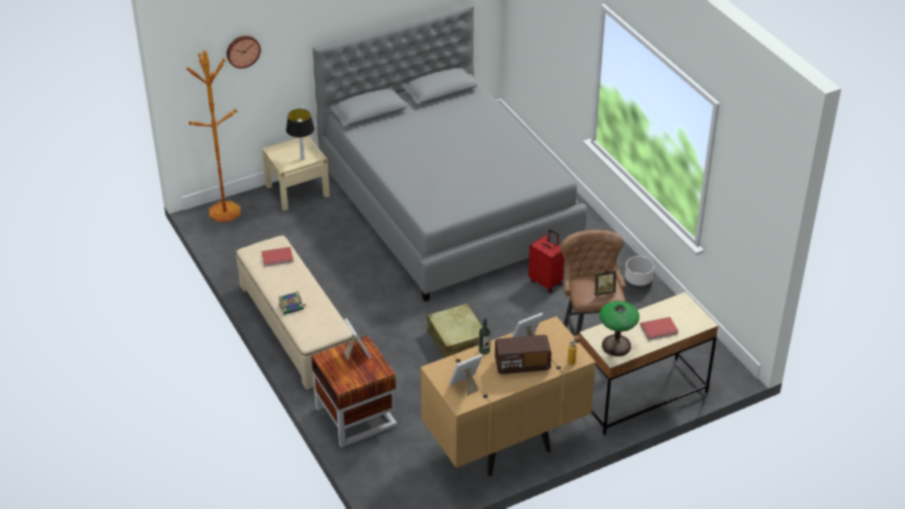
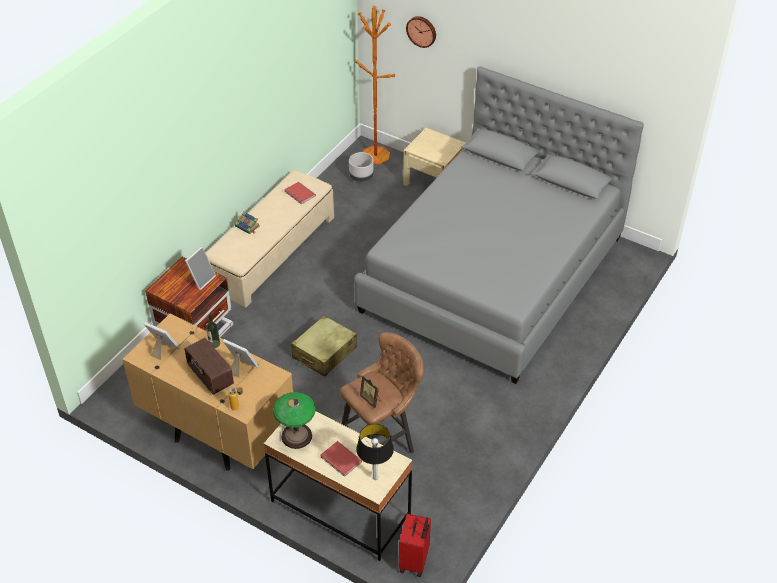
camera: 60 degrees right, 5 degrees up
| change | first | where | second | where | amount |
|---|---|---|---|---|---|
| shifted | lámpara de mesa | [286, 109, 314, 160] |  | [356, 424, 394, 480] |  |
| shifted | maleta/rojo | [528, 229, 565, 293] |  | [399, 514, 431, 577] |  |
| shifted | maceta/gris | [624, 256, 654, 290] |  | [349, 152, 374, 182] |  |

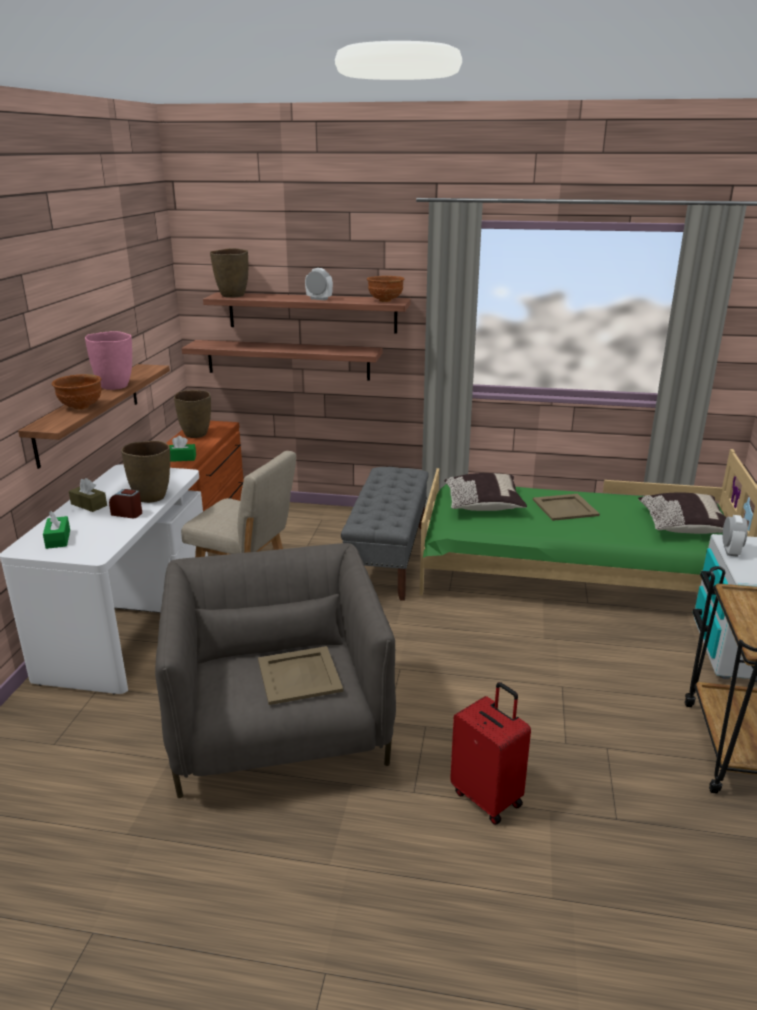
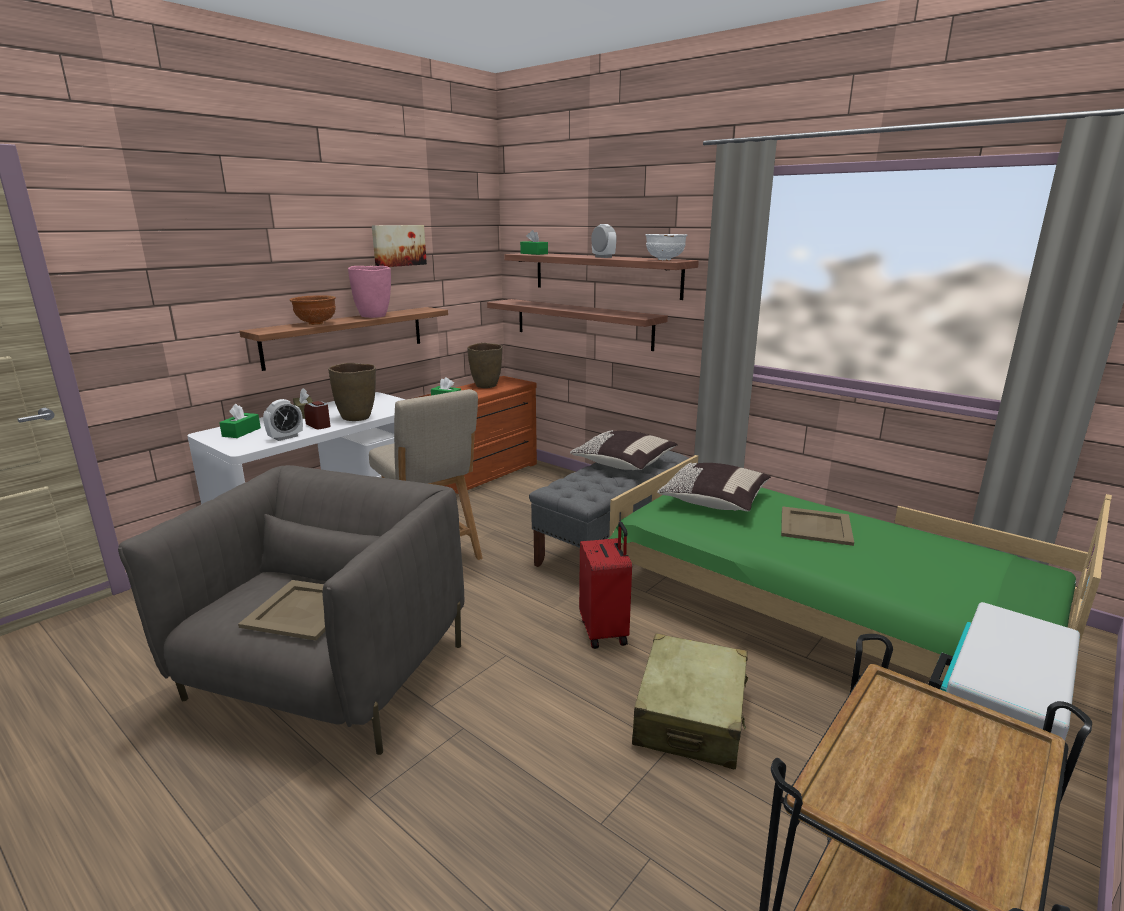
camera: 30 degrees right, 5 degrees down
| change | first | where | second | where | amount |
|---|---|---|---|---|---|
| new |  |  | cuadro | [372, 225, 427, 267] |  |
| new |  |  | maleta/beis | [632, 634, 748, 769] |  |
| shifted | maleta/rojo | [450, 682, 531, 825] |  | [579, 522, 632, 649] |  |
| shifted | cojín | [638, 492, 726, 534] |  | [570, 430, 678, 470] |  |
| shifted | despertador | [723, 515, 748, 557] |  | [263, 399, 303, 441] |  |
| swapped | florero/marrón | [210, 248, 248, 298] | caja de pañuelos/verde | [520, 230, 548, 255] |  |
| repainted | cuenco/marrón | [367, 276, 404, 302] | cuenco/blanco | [645, 234, 687, 260] |  |

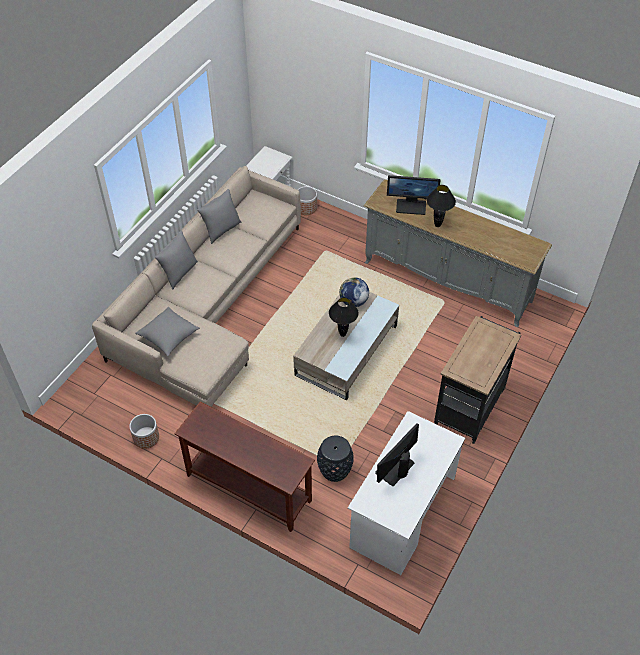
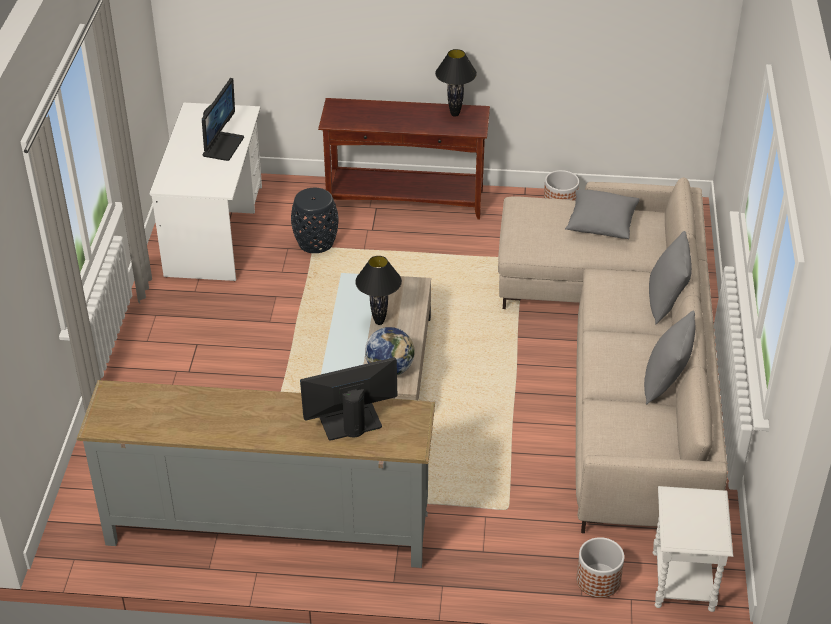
camera: 155 degrees right, 10 degrees down
| change | first | where | second | where | amount |
|---|---|---|---|---|---|
| gone | carrito/negro | [434, 316, 521, 444] |  |  |  |
| shifted | lámpara de mesa/negro | [427, 185, 456, 227] |  | [435, 49, 477, 117] |  |

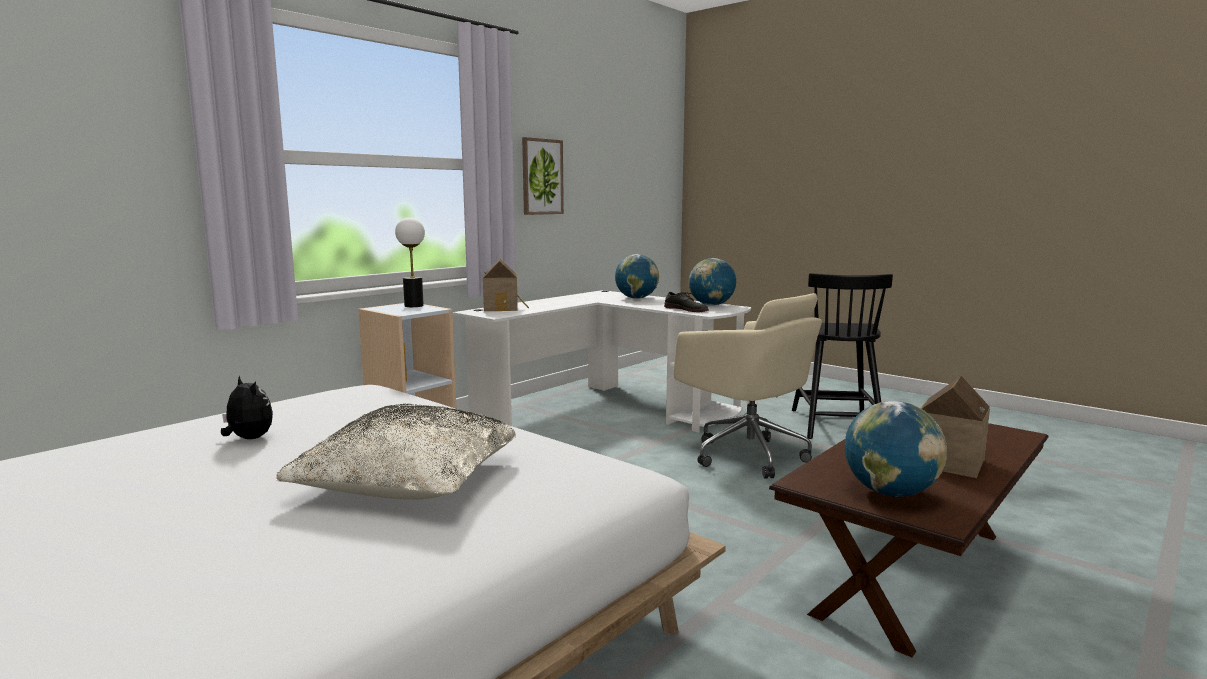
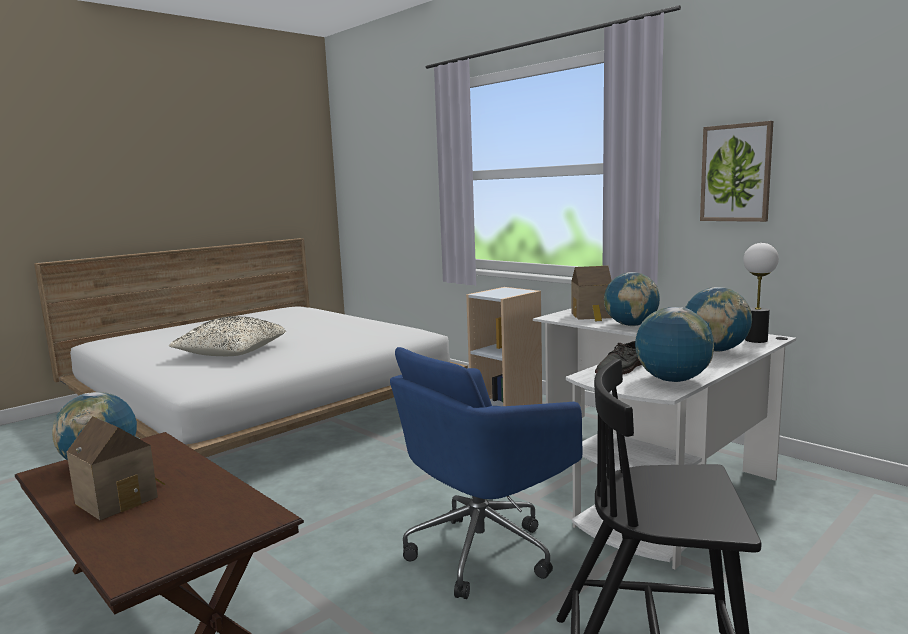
camera: 95 degrees right, 0 degrees up
| change | first | where | second | where | amount |
|---|---|---|---|---|---|
| gone | peluche | [221, 375, 273, 439] |  |  |  |
| new |  |  | globo terráqueo | [604, 272, 660, 326] |  |
| shifted | lámpara de mesa | [395, 217, 425, 307] |  | [743, 243, 779, 343] |  |
| repainted | silla de oficina/beis | [674, 293, 822, 479] | silla de oficina/azul | [390, 347, 582, 599] |  |

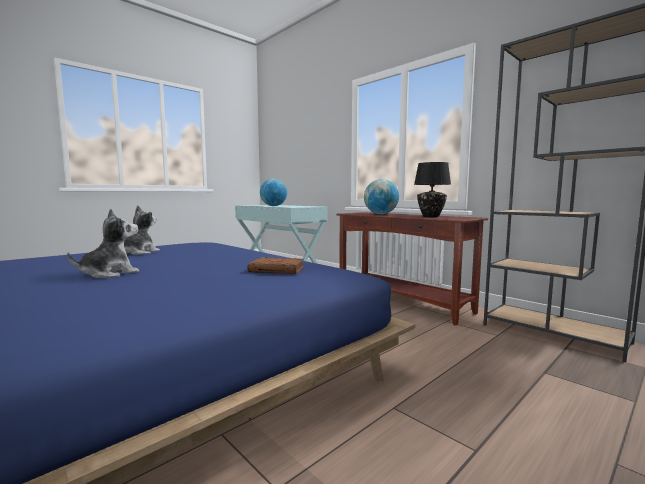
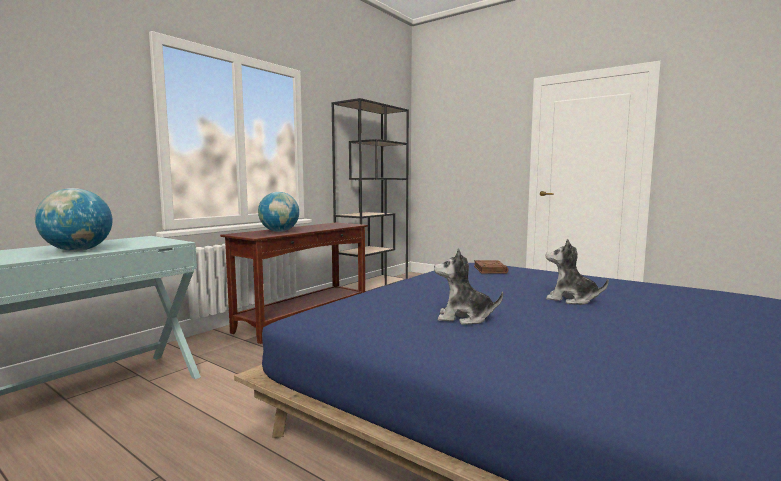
camera: 100 degrees left, 0 degrees up
| change | first | where | second | where | amount |
|---|---|---|---|---|---|
| gone | lámpara de mesa/negro | [414, 162, 451, 217] |  |  |  |

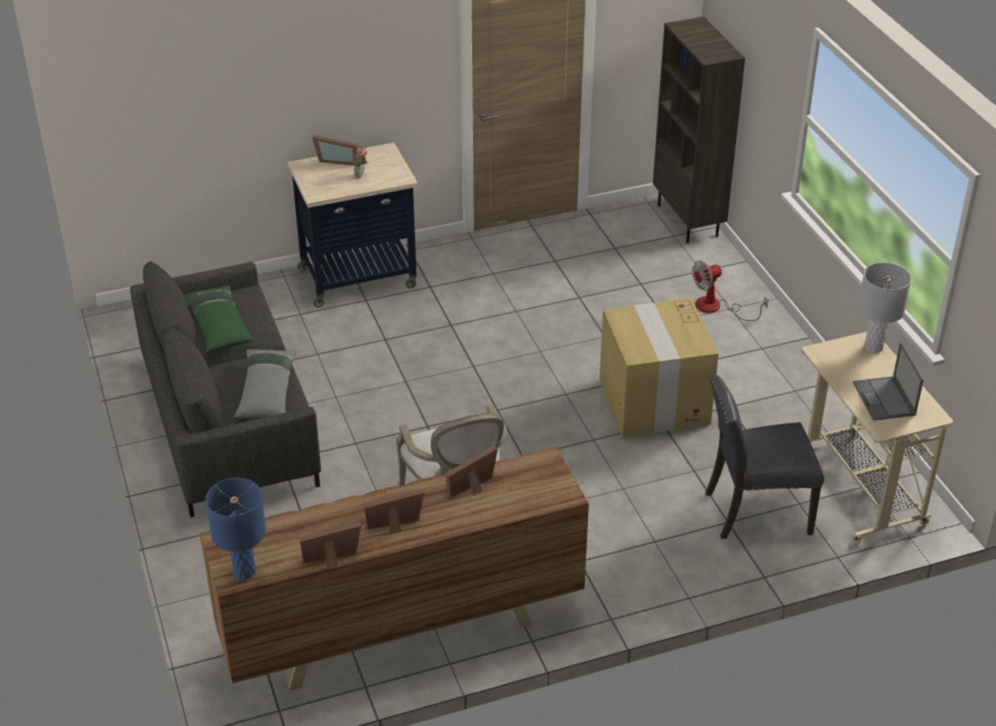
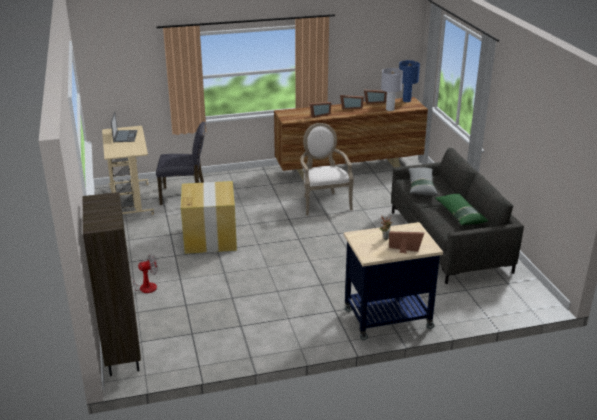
camera: 175 degrees left, 10 degrees down
| change | first | where | second | where | amount |
|---|---|---|---|---|---|
| shifted | lámpara de mesa/gris | [858, 262, 911, 353] |  | [381, 68, 403, 111] |  |

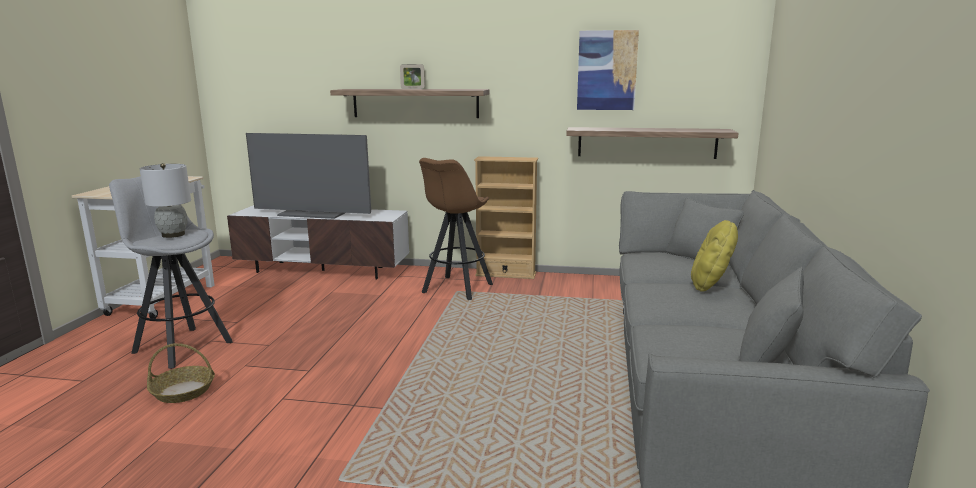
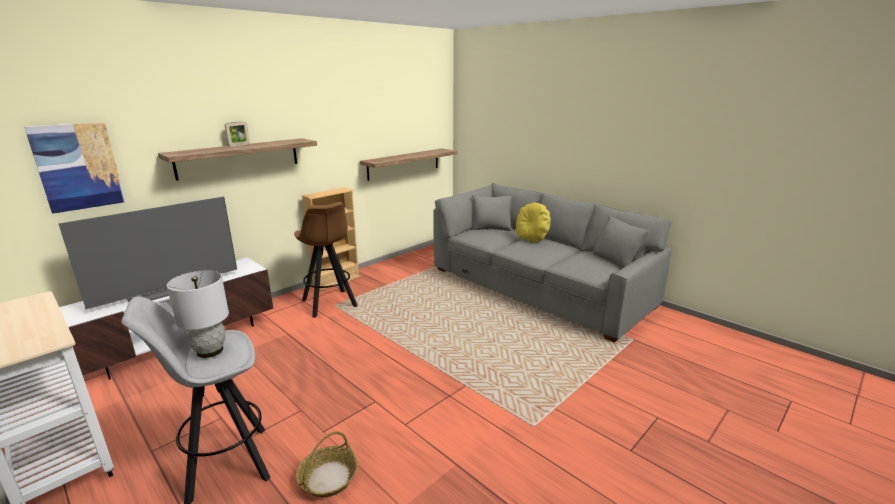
camera: 55 degrees left, 5 degrees up
| change | first | where | second | where | amount |
|---|---|---|---|---|---|
| shifted | cuadro | [577, 30, 639, 110] |  | [24, 122, 126, 214] |  |

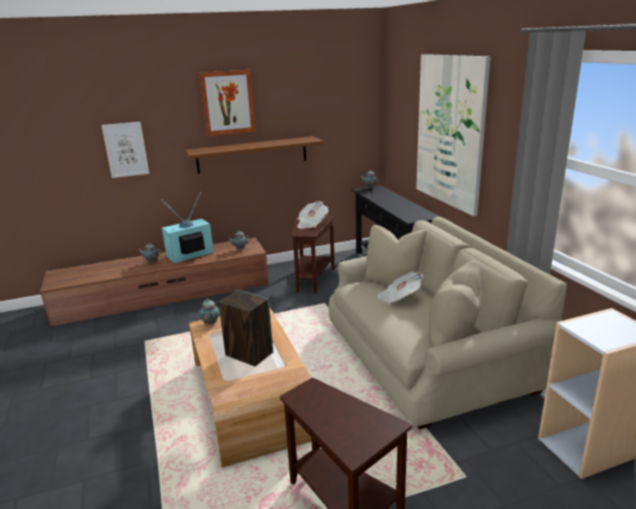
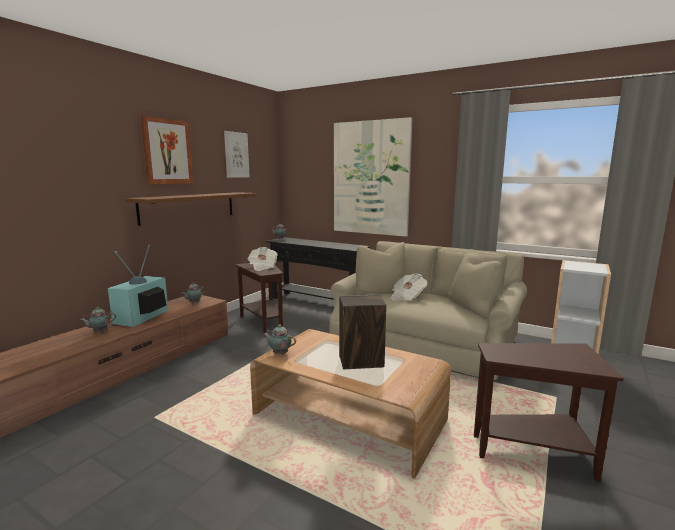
camera: 40 degrees left, 10 degrees down
| change | first | where | second | where | amount |
|---|---|---|---|---|---|
| shifted | cuadro | [101, 122, 149, 178] |  | [224, 131, 250, 178] |  |

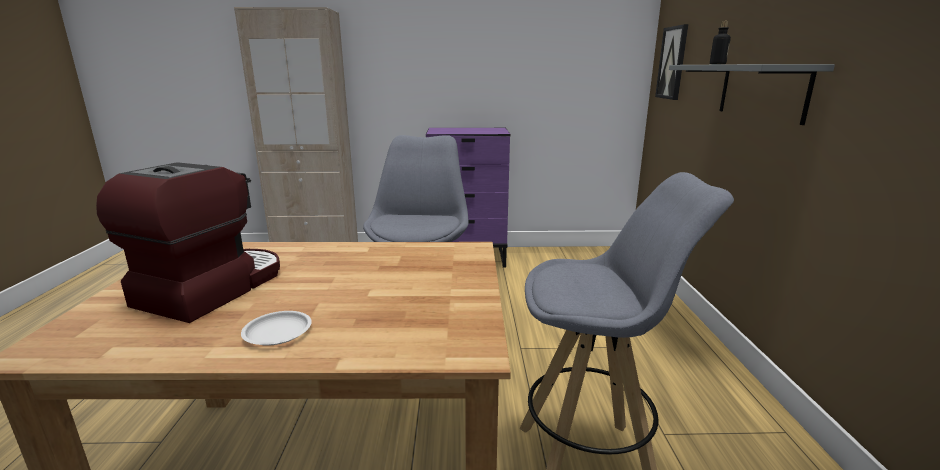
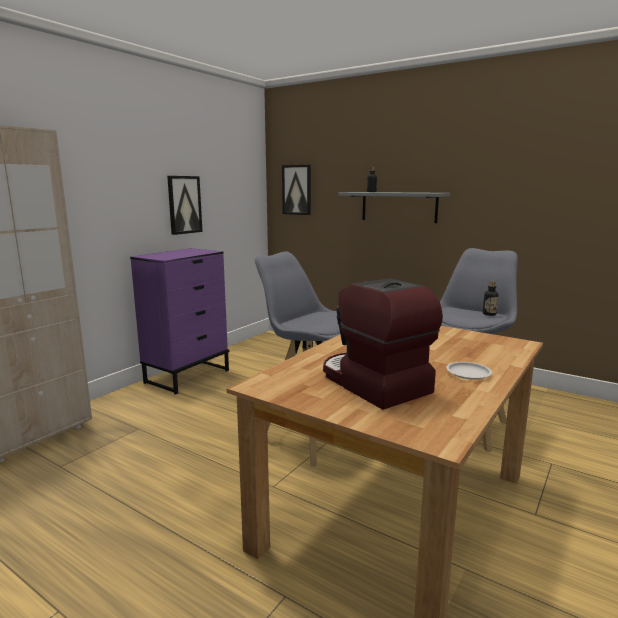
camera: 55 degrees left, 5 degrees down
| change | first | where | second | where | amount |
|---|---|---|---|---|---|
| new |  |  | cuadro | [167, 176, 203, 235] |  |
| new |  |  | botella | [483, 281, 498, 316] |  |

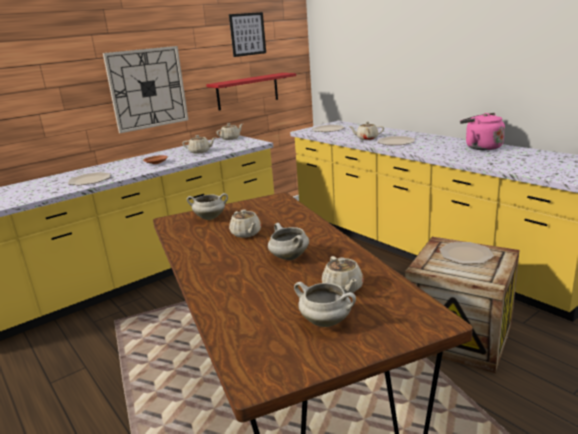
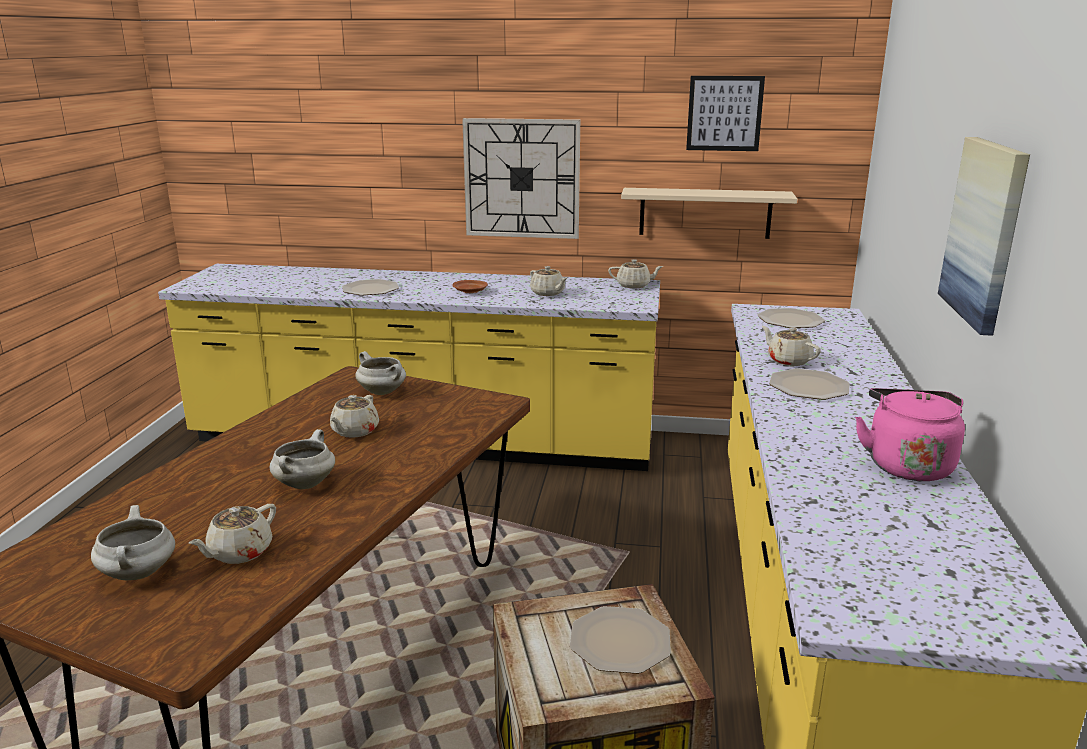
camera: 45 degrees right, 0 degrees up
| change | first | where | second | where | amount |
|---|---|---|---|---|---|
| new |  |  | cuadro | [938, 137, 1030, 336] |  |
| repainted | estante/rojo | [206, 73, 296, 111] | estante/beis | [621, 188, 797, 239] |  |

